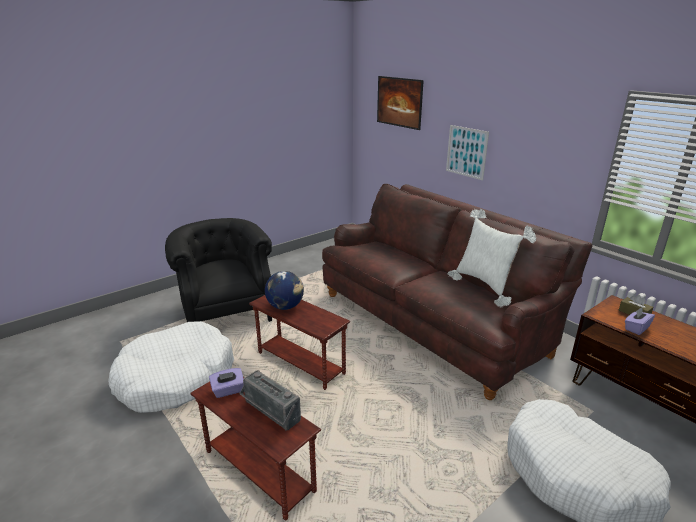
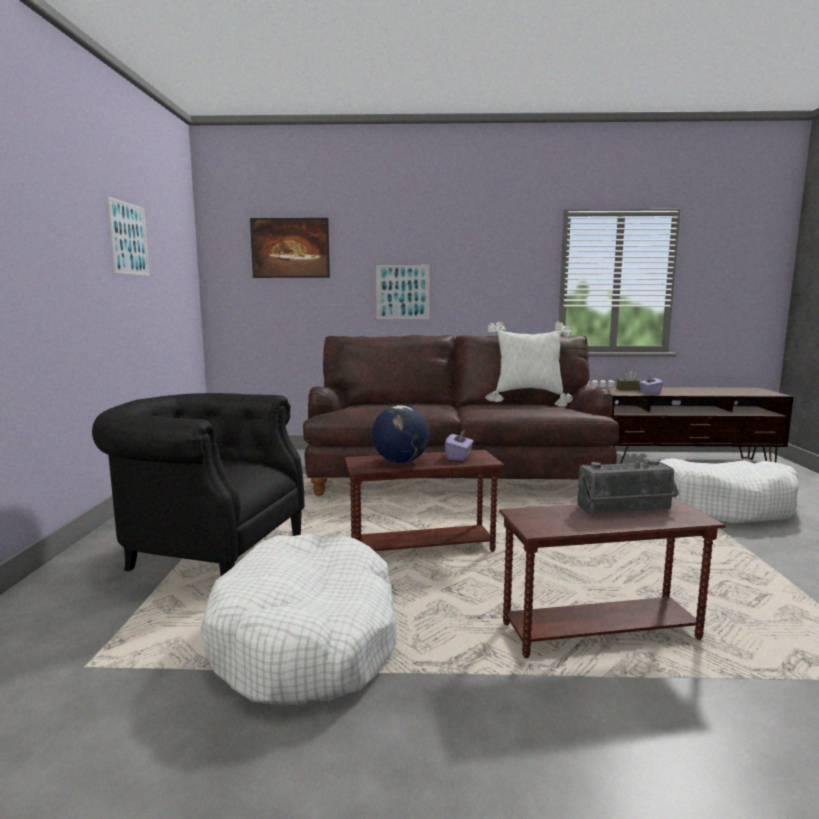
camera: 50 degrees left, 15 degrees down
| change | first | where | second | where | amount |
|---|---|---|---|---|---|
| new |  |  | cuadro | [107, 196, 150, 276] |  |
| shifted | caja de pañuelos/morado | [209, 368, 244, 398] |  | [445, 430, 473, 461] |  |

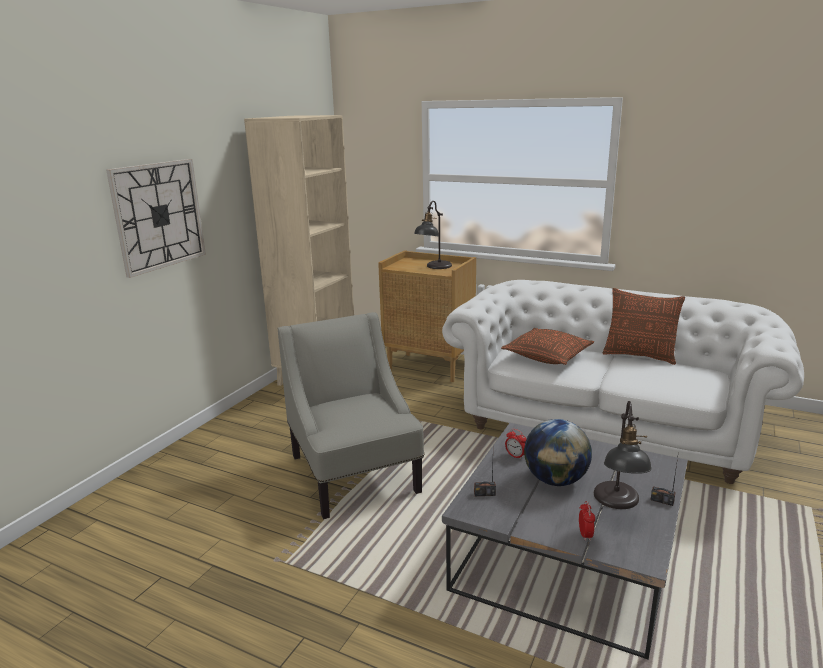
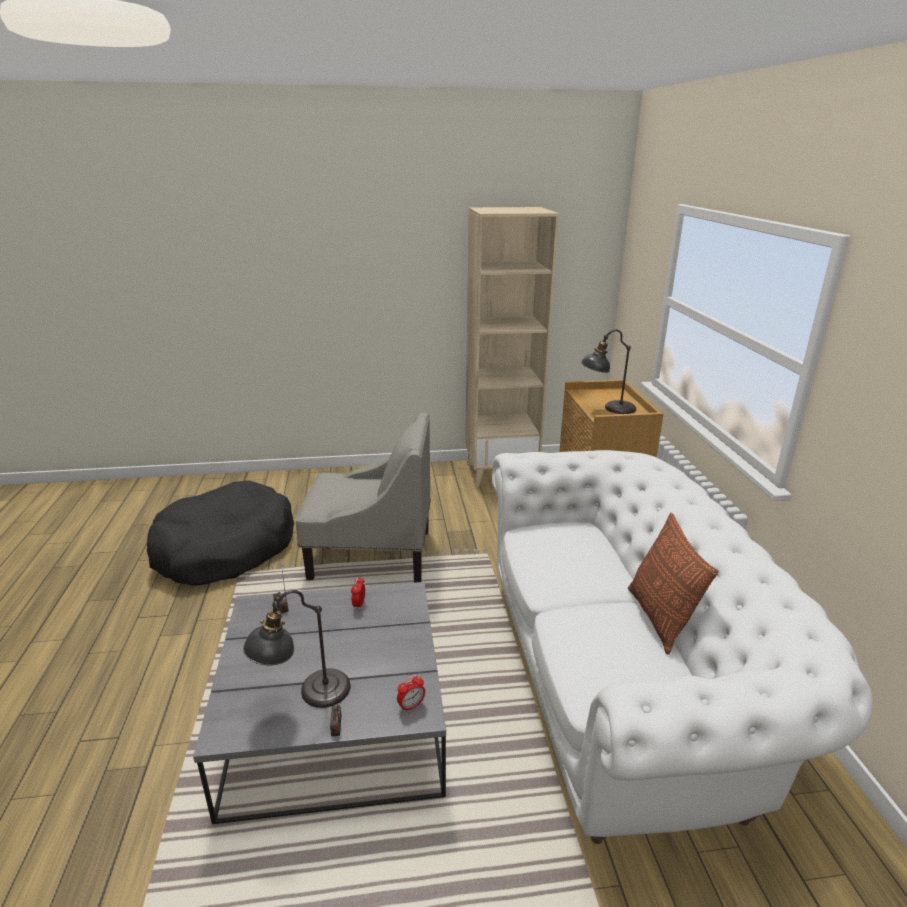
camera: 55 degrees right, 5 degrees up
| change | first | where | second | where | amount |
|---|---|---|---|---|---|
| gone | reloj de pared | [106, 159, 206, 278] |  |  |  |
| gone | cojín/marrón | [501, 328, 594, 365] |  |  |  |
| gone | globo terráqueo | [524, 419, 592, 486] |  |  |  |
| new |  |  | cama para perro/negro | [147, 481, 294, 586] |  |
| shifted | despertador | [579, 501, 595, 541] |  | [397, 675, 425, 712] |  |
| rotated | sillón/gris | [277, 312, 425, 519] |  | [295, 412, 431, 583] | 60 degrees clockwise |

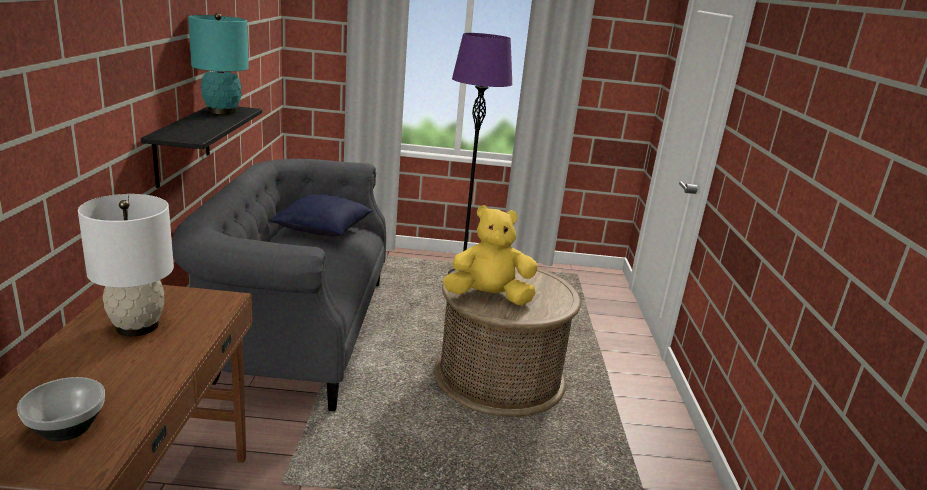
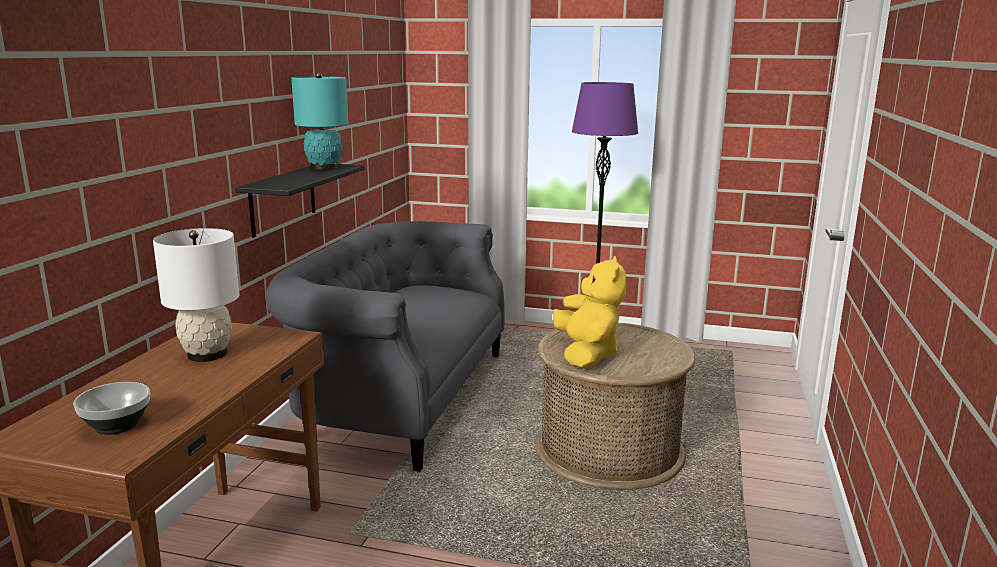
camera: 15 degrees right, 5 degrees down
| change | first | where | second | where | amount |
|---|---|---|---|---|---|
| gone | cojín/azul | [270, 194, 373, 237] |  |  |  |
| rotated | peluche/amarillo | [443, 205, 537, 305] |  | [553, 256, 626, 369] | 75 degrees clockwise |

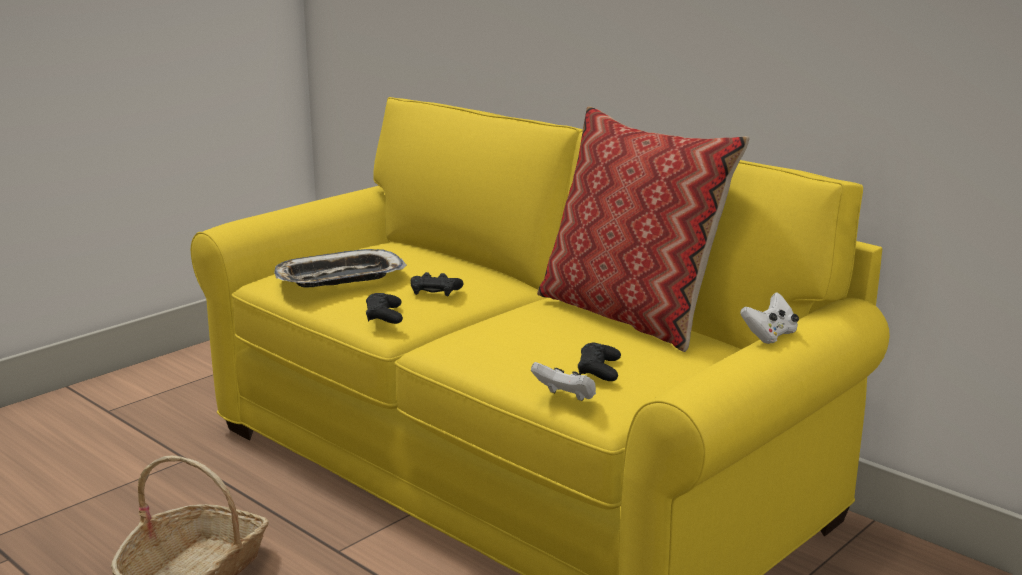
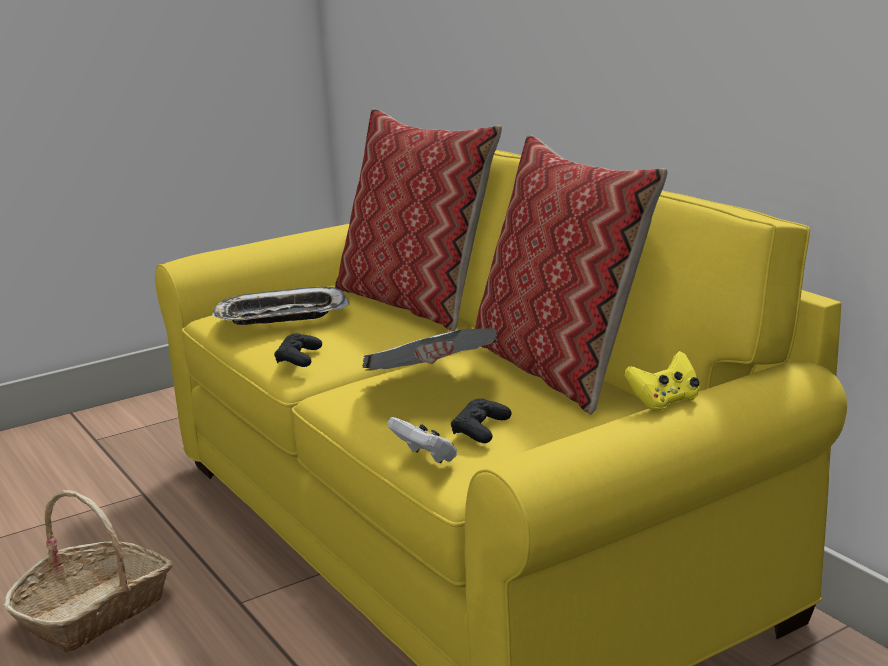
camera: 15 degrees right, 0 degrees up
| change | first | where | second | where | amount |
|---|---|---|---|---|---|
| gone | mando de consola/negro | [410, 272, 464, 296] |  |  |  |
| new |  |  | cojín | [335, 109, 502, 331] |  |
| new |  |  | periódico | [362, 328, 498, 371] |  |
| repainted | mando de consola/blanco | [740, 292, 799, 344] | mando de consola/amarillo | [624, 351, 699, 411] |  |

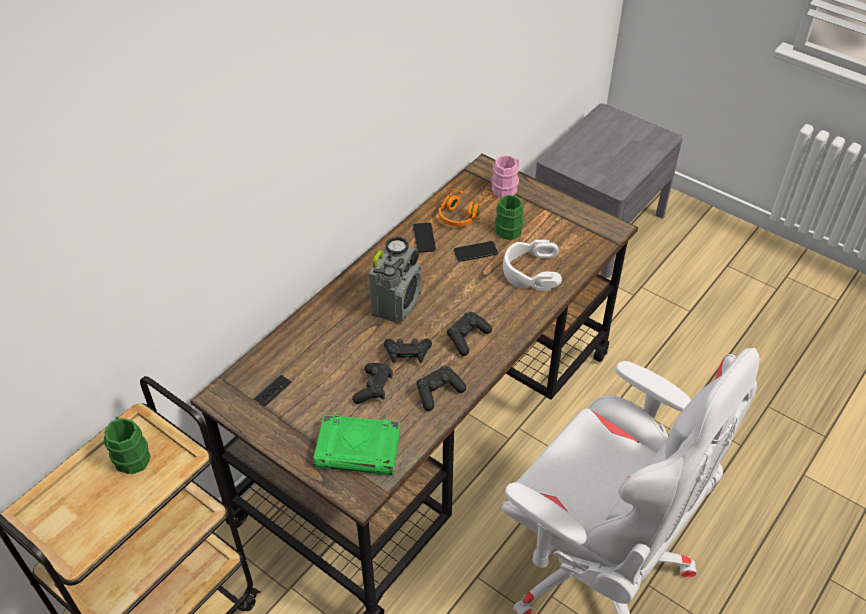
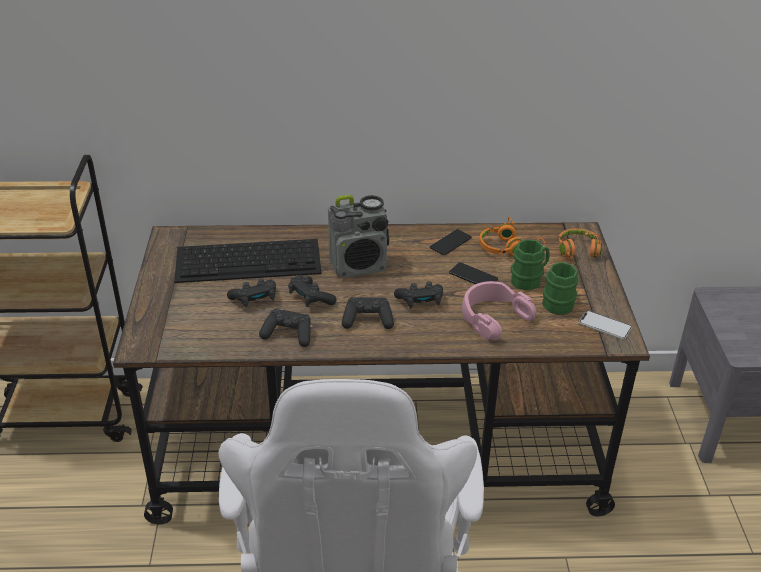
camera: 50 degrees right, 10 degrees down
| change | first | where | second | where | amount |
|---|---|---|---|---|---|
| gone | libro/verde | [313, 415, 401, 475] |  |  |  |
| new |  |  | teclado | [174, 239, 322, 283] |  |
| new |  |  | mando de consola/negro | [394, 281, 443, 309] |  |
| new |  |  | móvil | [579, 311, 632, 339] |  |
| shifted | taza grande/verde | [104, 416, 151, 474] |  | [542, 262, 579, 315] |  |
| swapped | taza grande/rosa | [491, 155, 519, 198] | auriculares/naranja | [558, 229, 602, 266] |  |
| repainted | auriculares/blanco | [503, 240, 562, 290] | auriculares/rosa | [462, 281, 536, 340] |  |

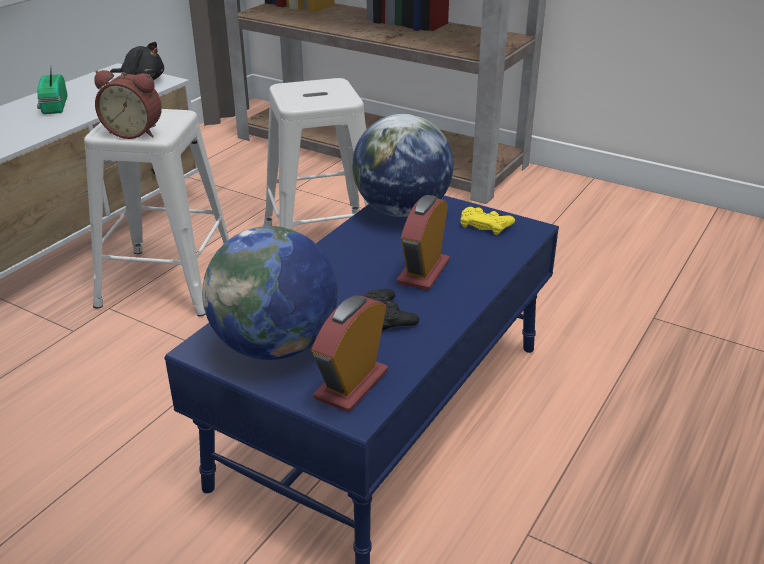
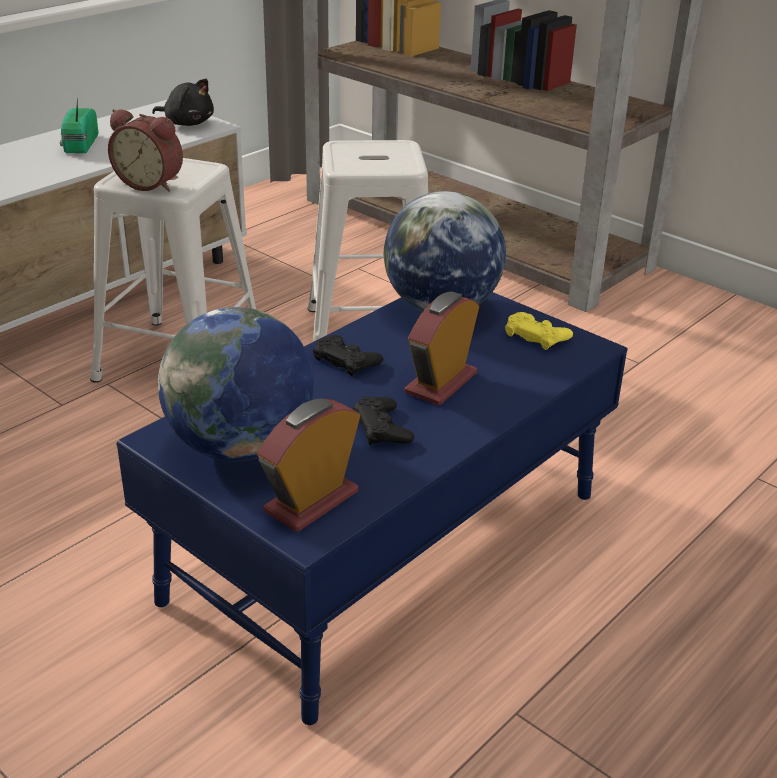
camera: 10 degrees right, 0 degrees up
| change | first | where | second | where | amount |
|---|---|---|---|---|---|
| new |  |  | mando de consola/negro | [313, 335, 383, 376] |  |

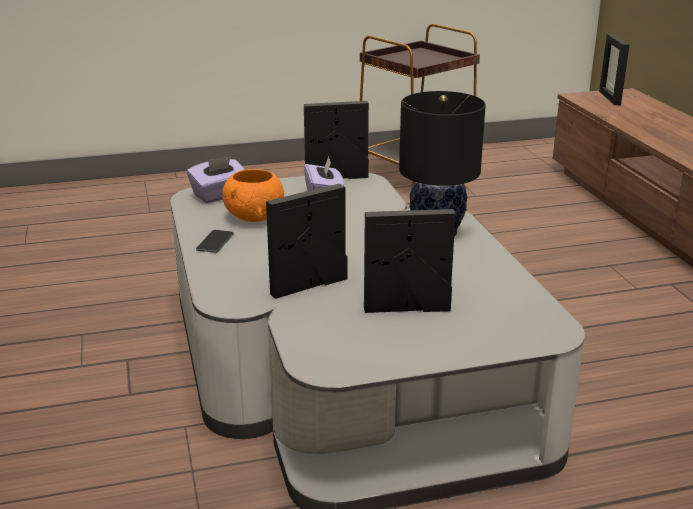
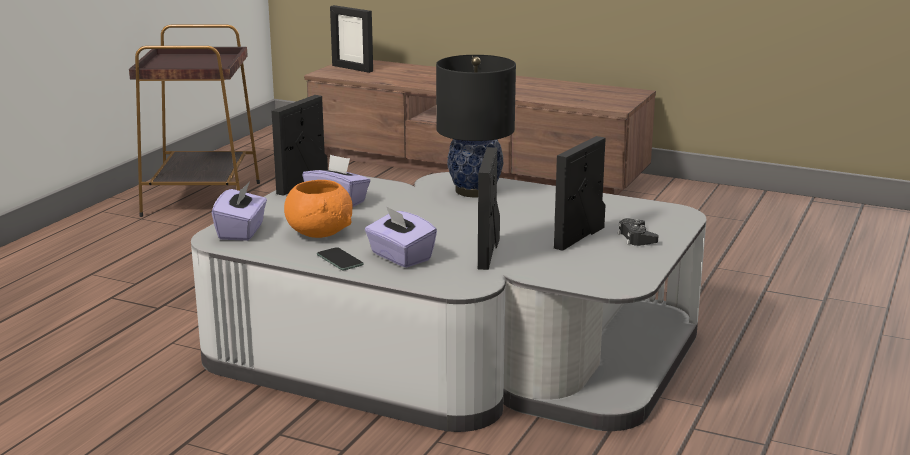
camera: 50 degrees left, 5 degrees down
| change | first | where | second | where | amount |
|---|---|---|---|---|---|
| new |  |  | caja de pañuelos/morado | [365, 206, 437, 268] |  |
| new |  |  | mando de consola/negro | [618, 218, 659, 246] |  |

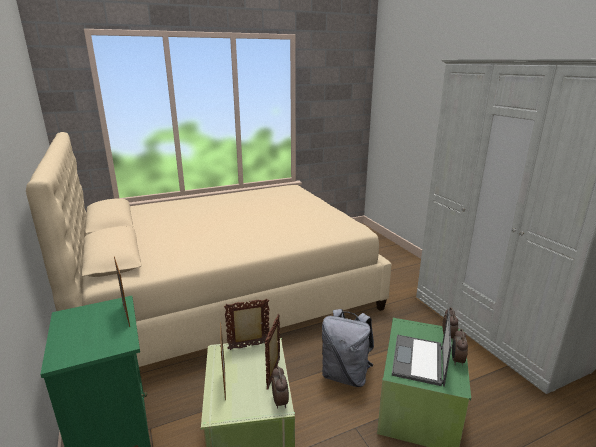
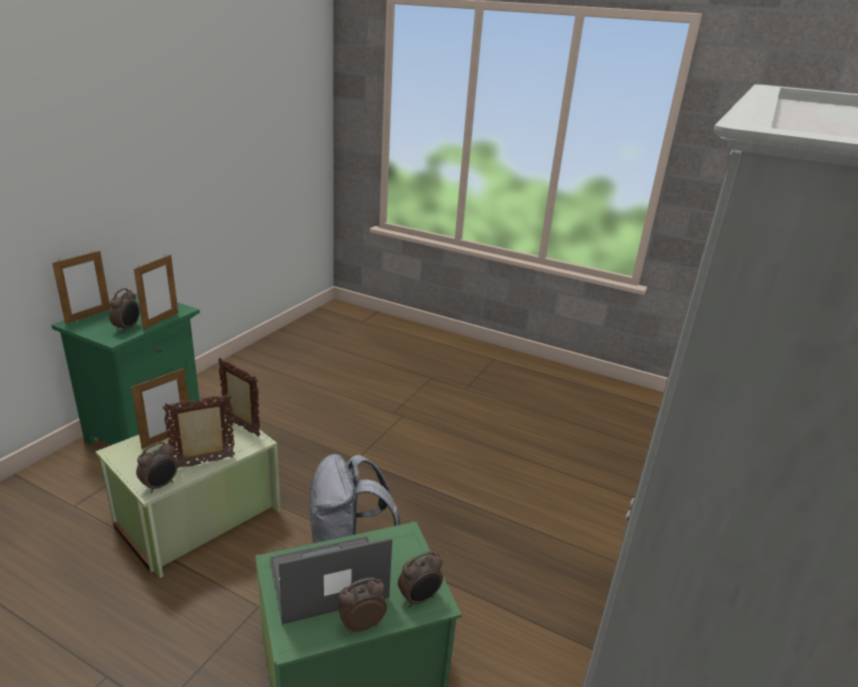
camera: 50 degrees right, 5 degrees up
| change | first | where | second | where | amount |
|---|---|---|---|---|---|
| gone | cama/beis | [26, 132, 391, 367] |  |  |  |
| new |  |  | portarretratos | [52, 250, 110, 324] |  |
| new |  |  | despertador | [109, 288, 139, 333] |  |

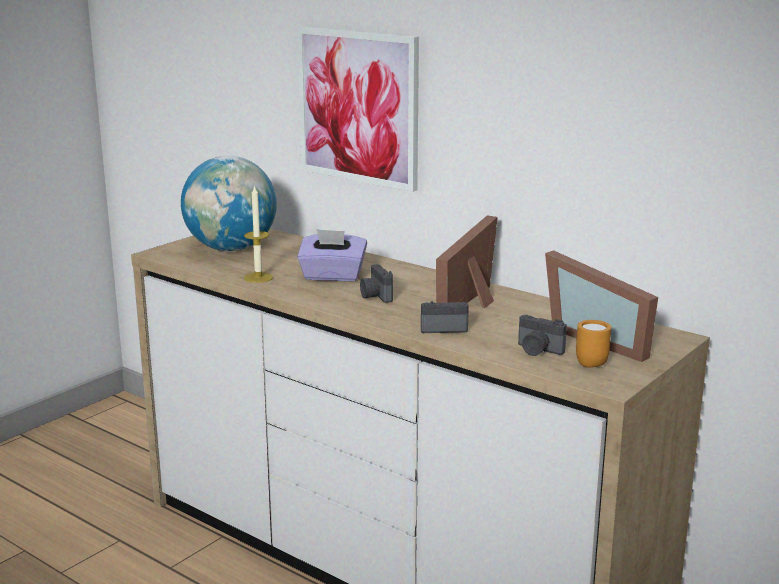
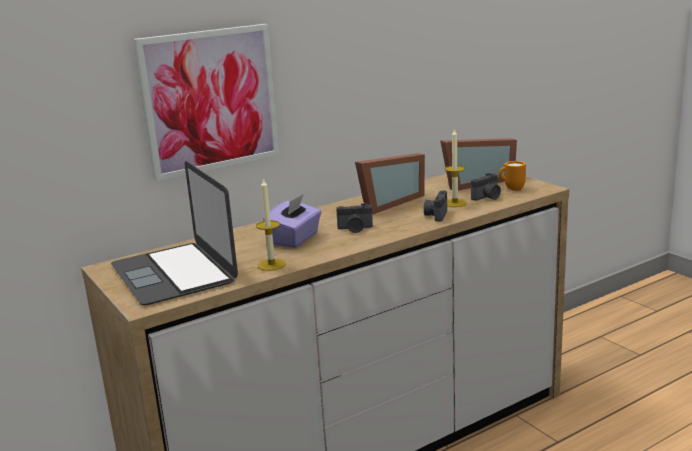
camera: 70 degrees left, 0 degrees up
| change | first | where | second | where | amount |
|---|---|---|---|---|---|
| new |  |  | vela | [445, 128, 467, 207] |  |
| swapped | globo terráqueo | [181, 156, 277, 251] | portátil | [111, 161, 238, 306] |  |
| rotated | portarretratos | [436, 215, 498, 308] |  | [355, 153, 425, 215] | 90 degrees counterclockwise |

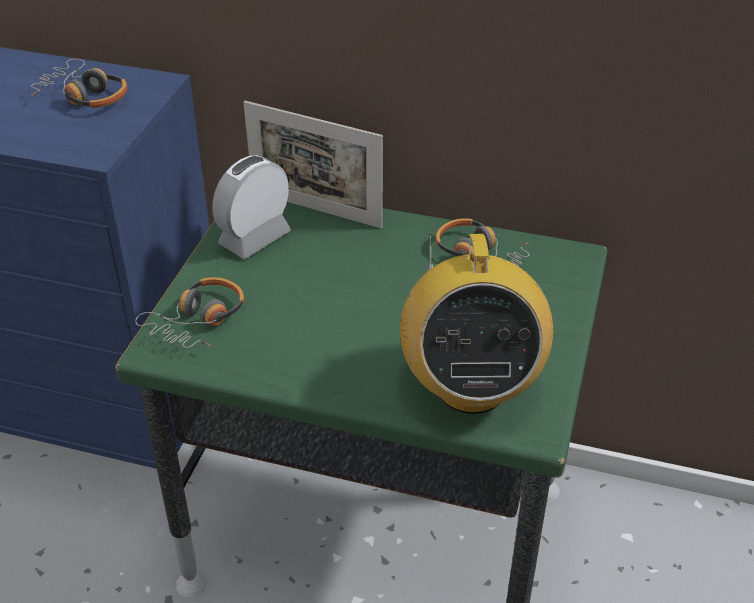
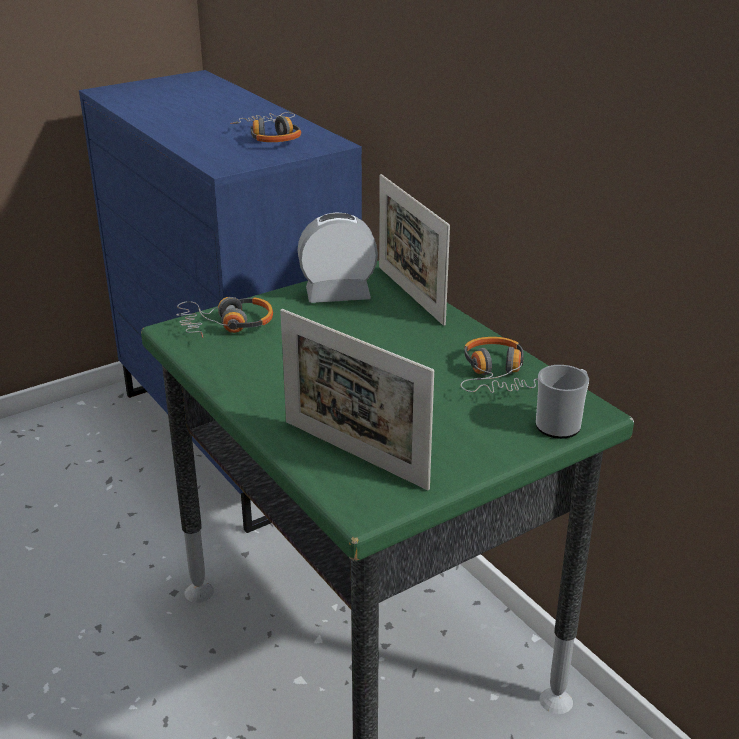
camera: 40 degrees right, 10 degrees down
| change | first | where | second | where | amount |
|---|---|---|---|---|---|
| new |  |  | taza grande | [536, 365, 589, 439] |  |
| swapped | radio | [400, 234, 553, 414] | portarretratos | [280, 309, 434, 490] |  |

